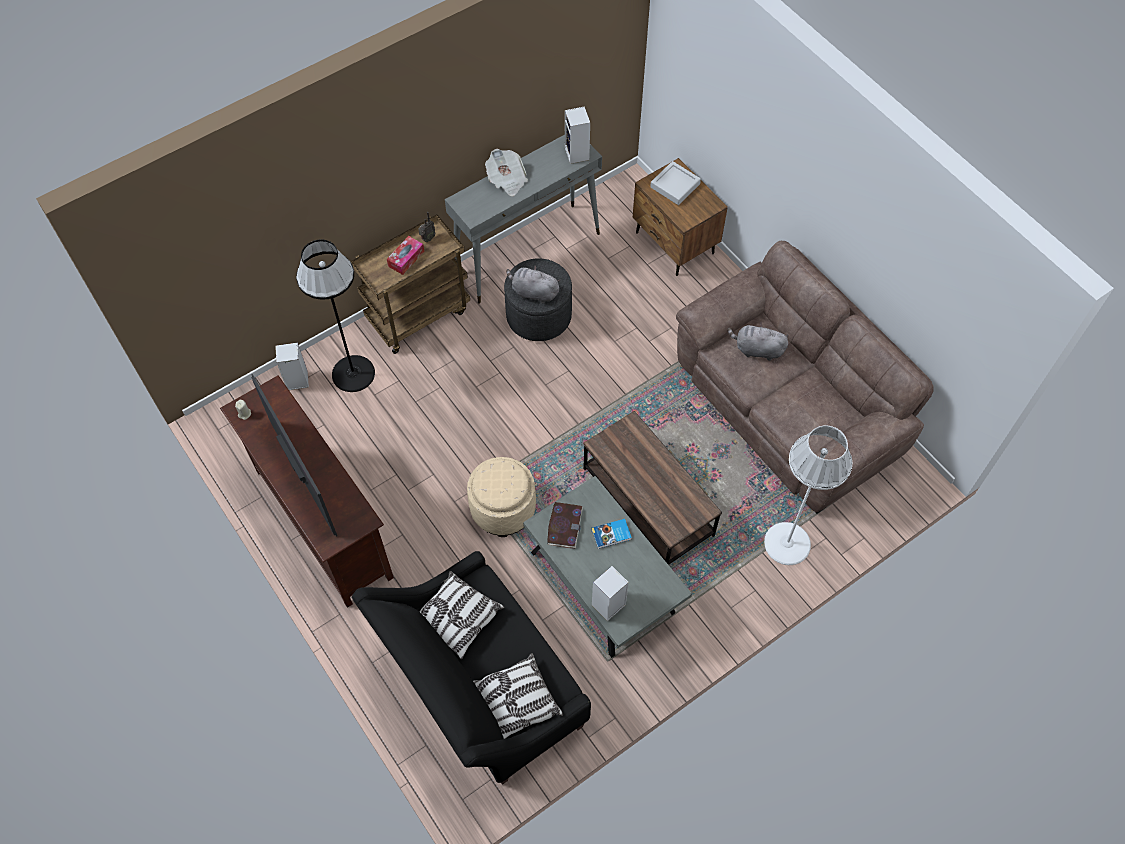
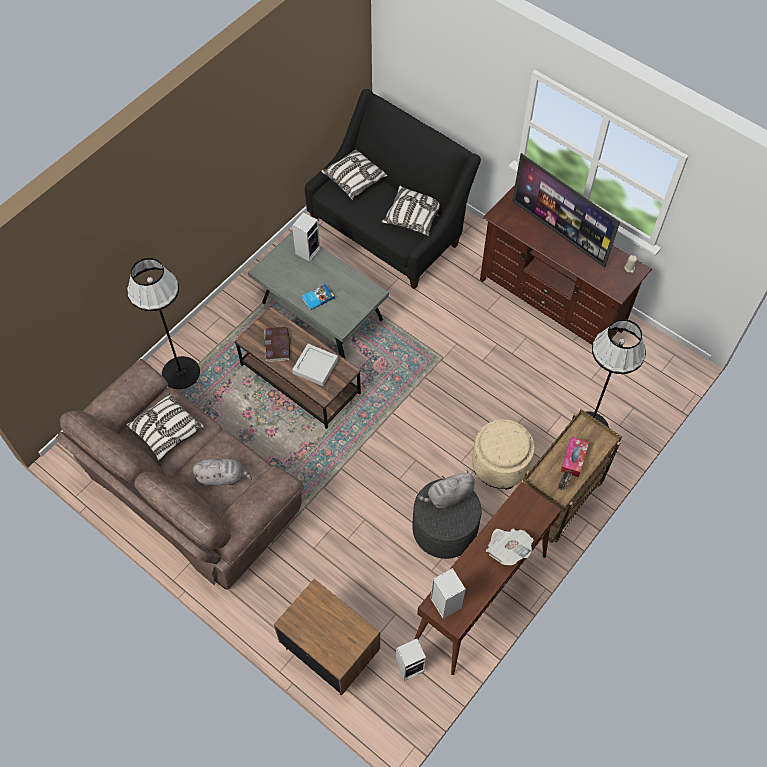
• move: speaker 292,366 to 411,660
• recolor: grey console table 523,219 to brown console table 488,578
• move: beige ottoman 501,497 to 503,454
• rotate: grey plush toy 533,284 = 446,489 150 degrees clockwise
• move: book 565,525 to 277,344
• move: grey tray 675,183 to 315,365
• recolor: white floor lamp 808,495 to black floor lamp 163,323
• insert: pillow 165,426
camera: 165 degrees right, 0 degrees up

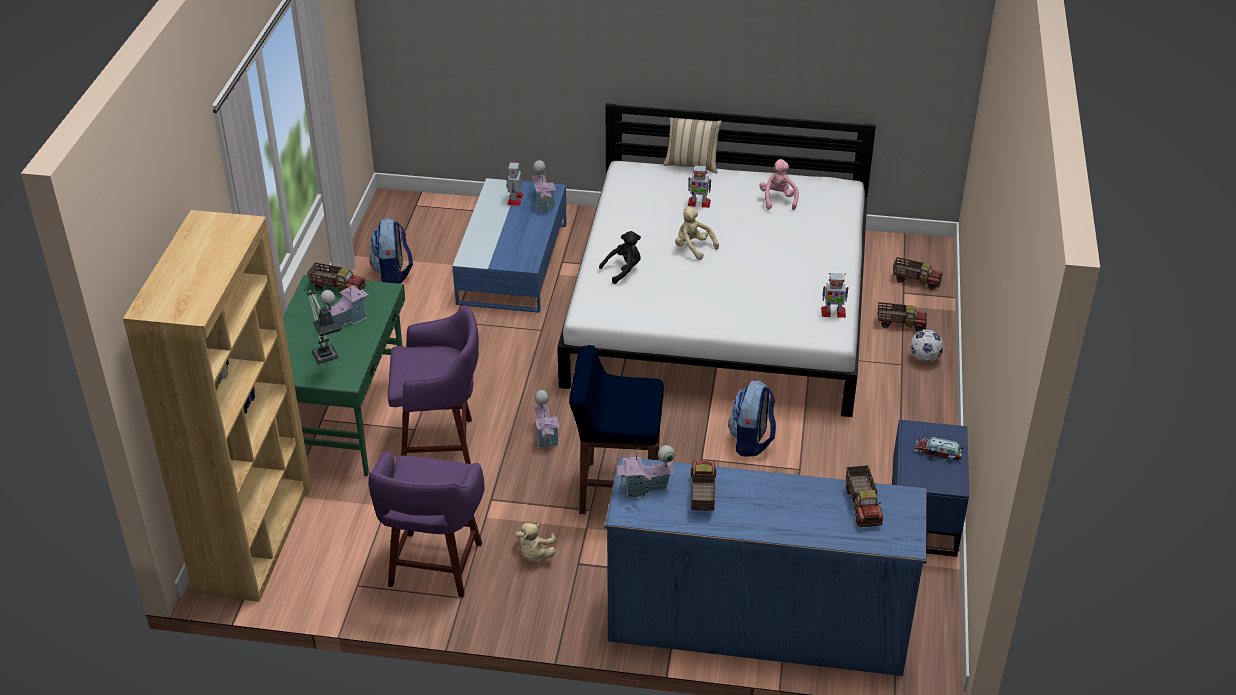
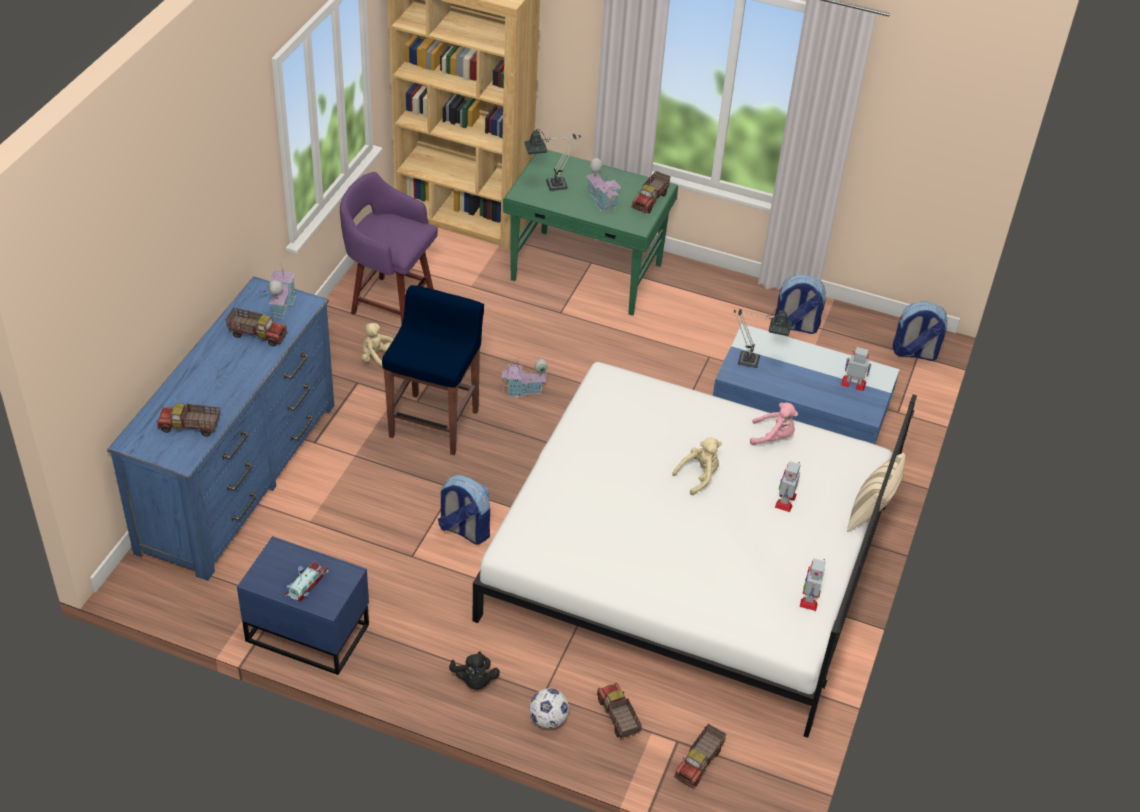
• delete: purple stool 433,384
• delete: toy house 544,186
• move: black plush toy 620,257 to 474,670
• move: pink plush toy 779,184 to 774,424
• move: toy robot 835,295 to 813,585
• rotate: toy truck 902,317 = 619,710 135 degrees clockwise
• insert: table lamp 763,337
• insert: backpack 920,331
camera: 100 degrees right, 5 degrees up

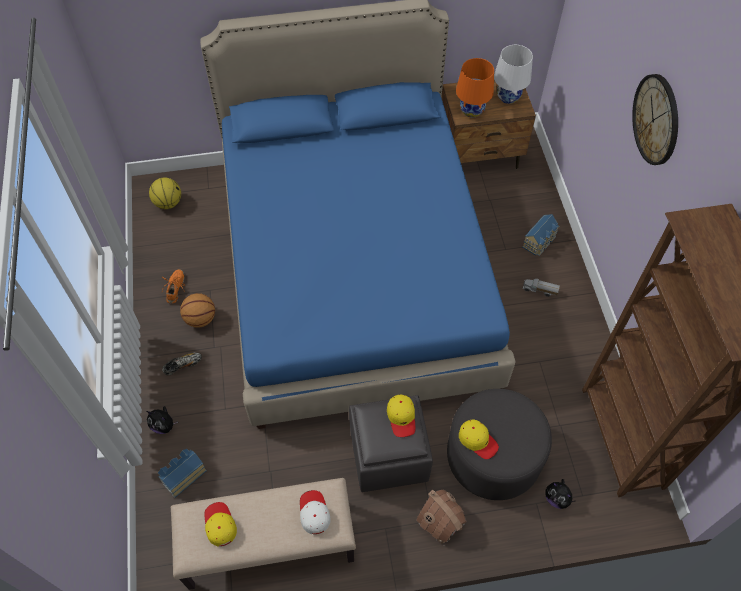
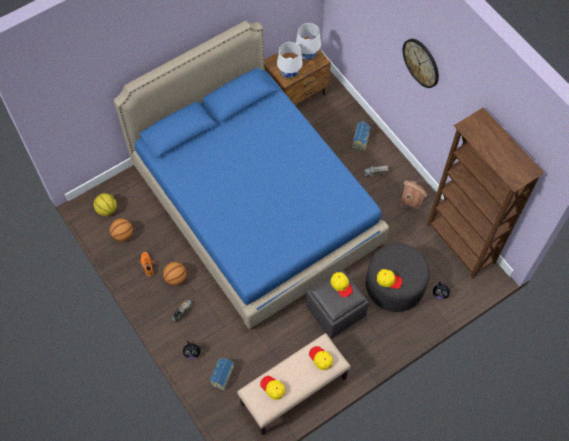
• recolor: white cap 315,512 to yellow cap 321,358
• move: toy house 441,517 to 413,195
• recolor: orange table lamp 475,87 to white table lamp 290,60
• insert: basketball 121,229
camera: 25 degrees left, 5 degrees up

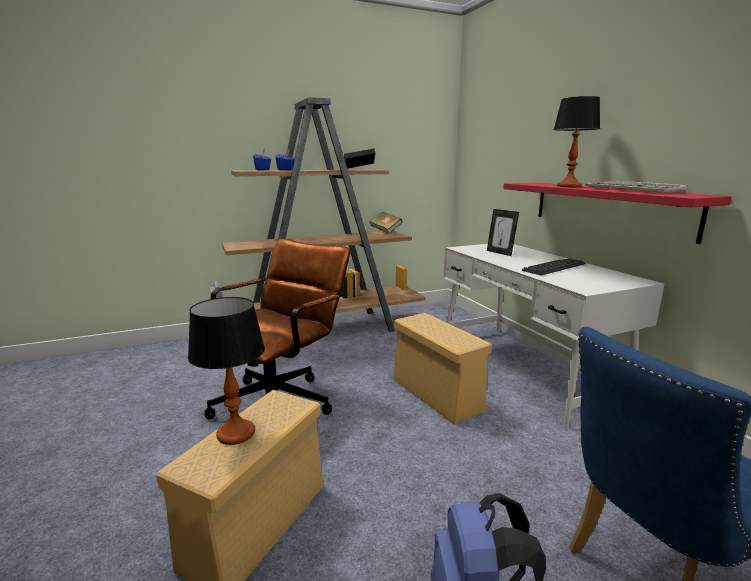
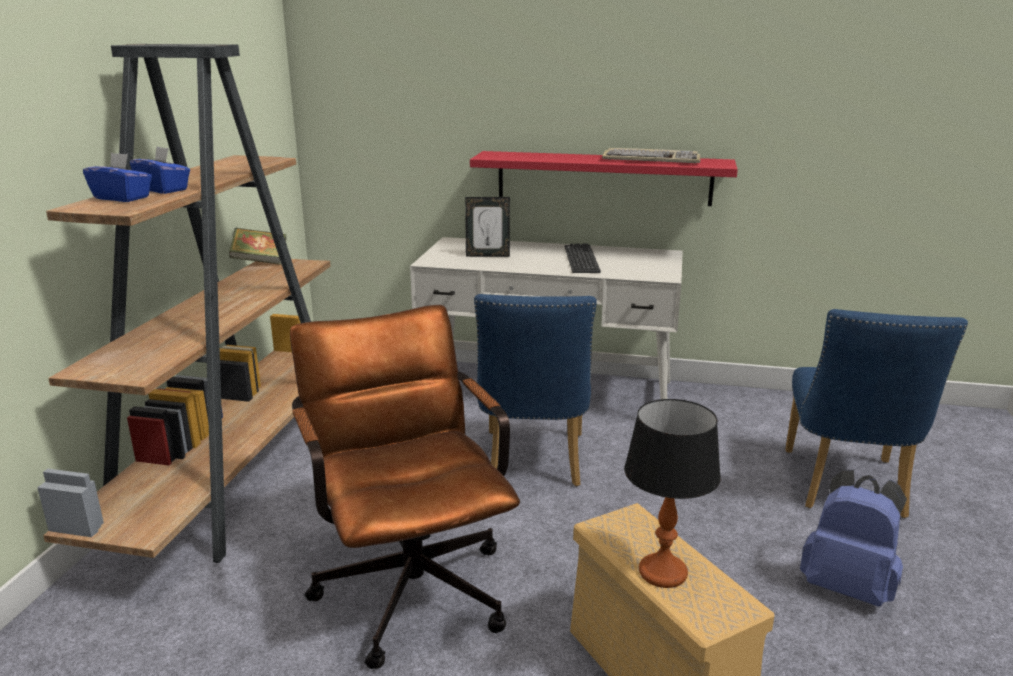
• delete: book 359,158
• replace: beige storage box 443,368 to blue chair 535,390
• delete: table lamp 576,141
camera: 55 degrees left, 5 degrees up

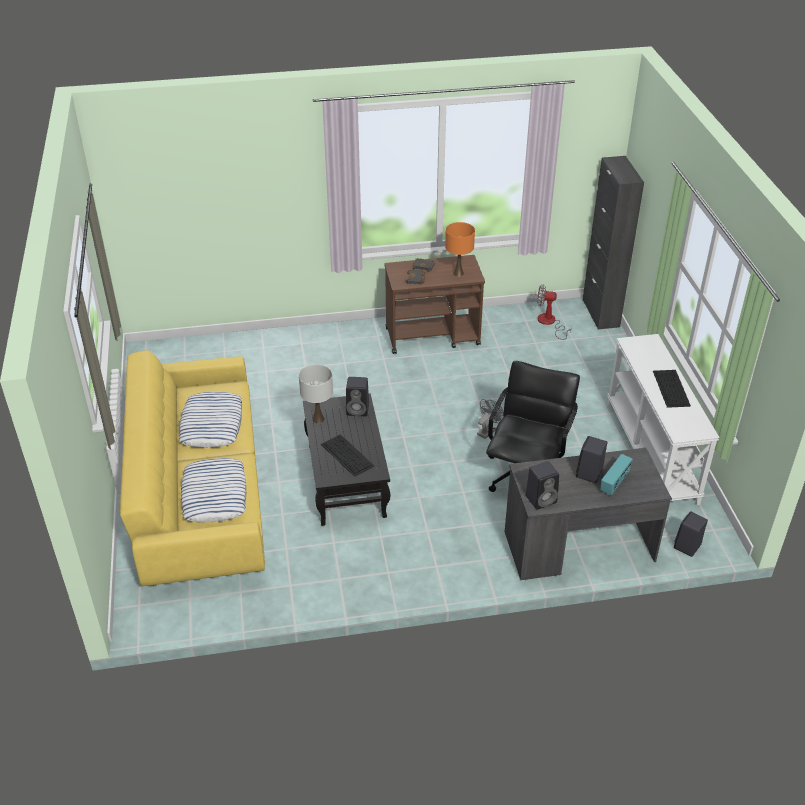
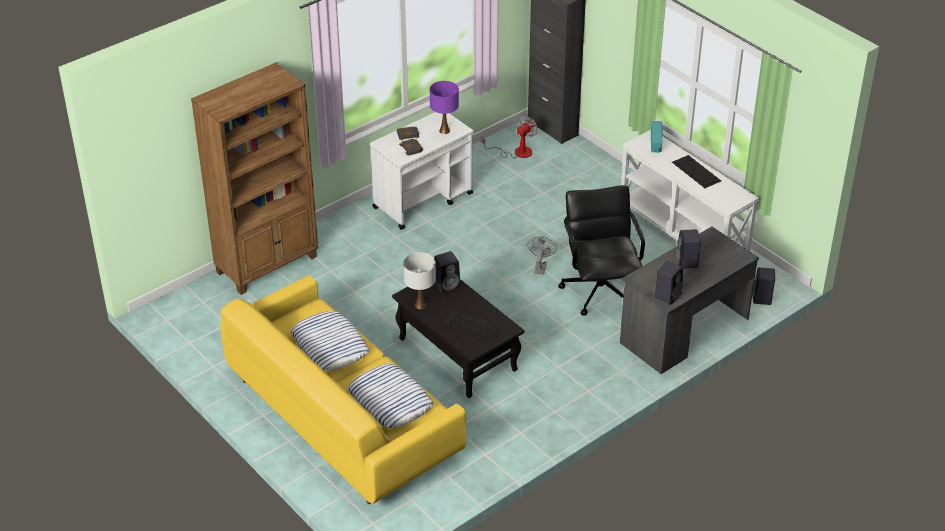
• recolor: brown cart 435,304 to white cart 422,171
• recolor: orange table lamp 460,249 to purple table lamp 444,107
• rotate: fan 554,312 = 509,137 150 degrees clockwise
• move: radio 616,474 to 657,137
• insert: brown bookcase 254,179
camera: 30 degrees left, 0 degrees up

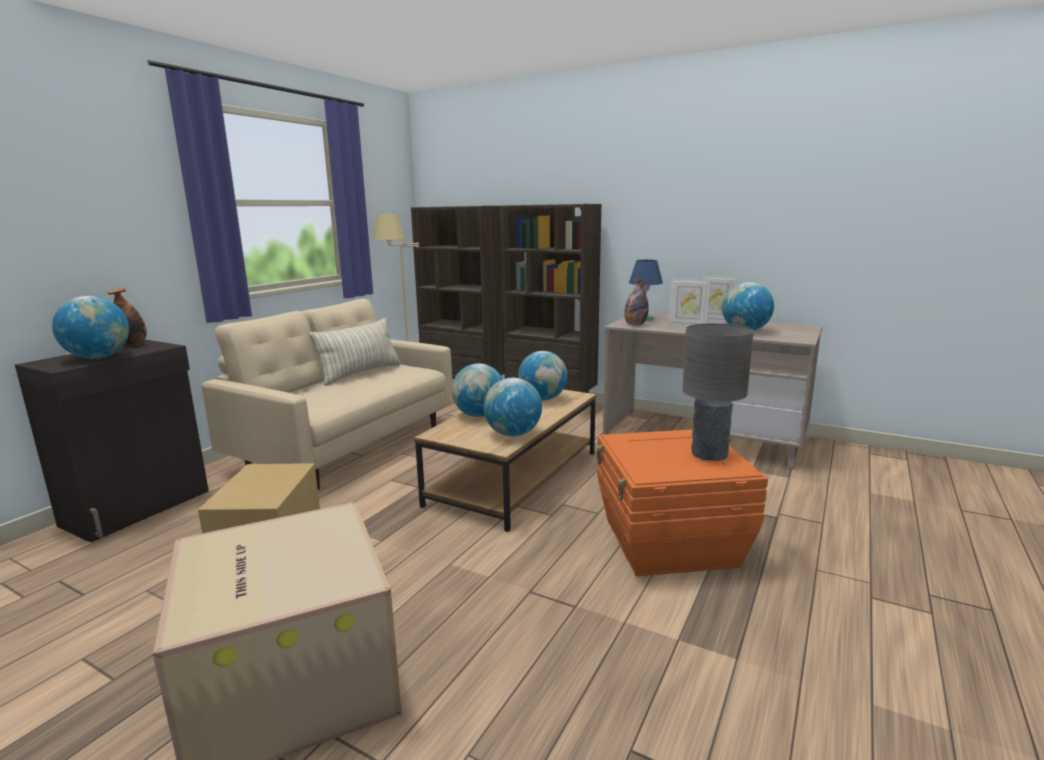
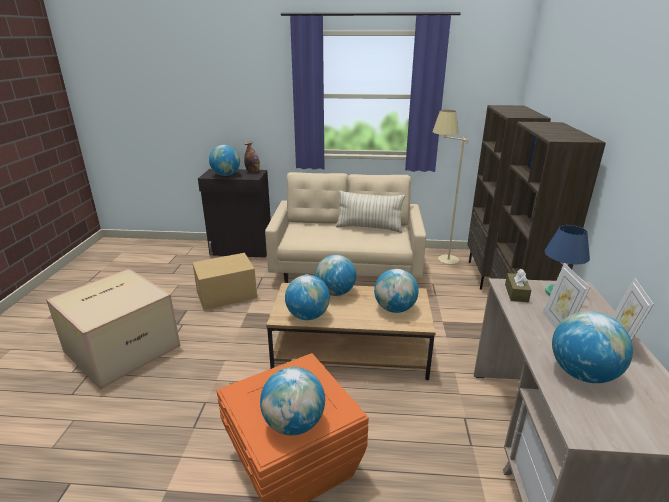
• replace: bottle 636,302 to brown tissue box 518,285
• replace: grey table lamp 718,392 to globe 292,401
camera: 65 degrees right, 10 degrees up

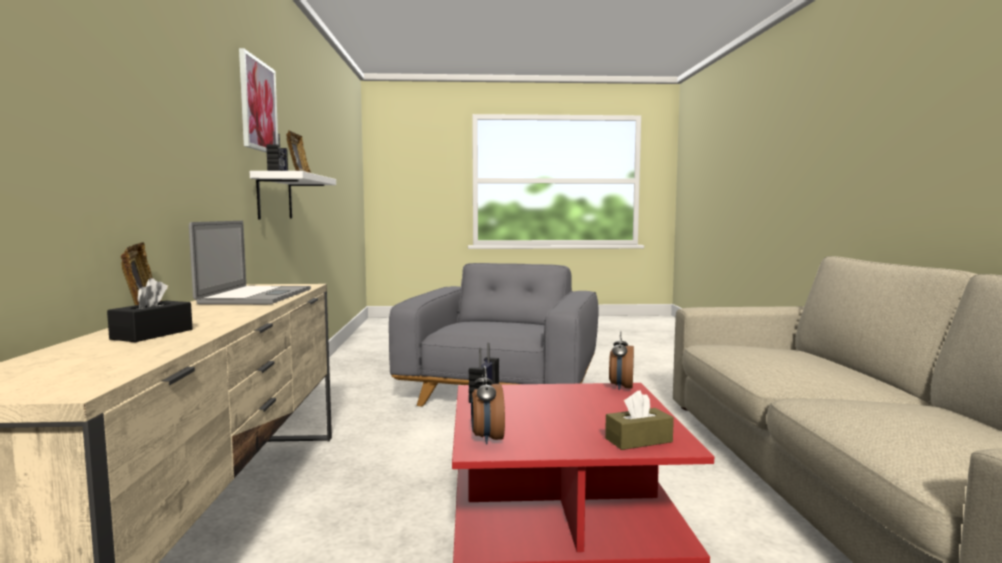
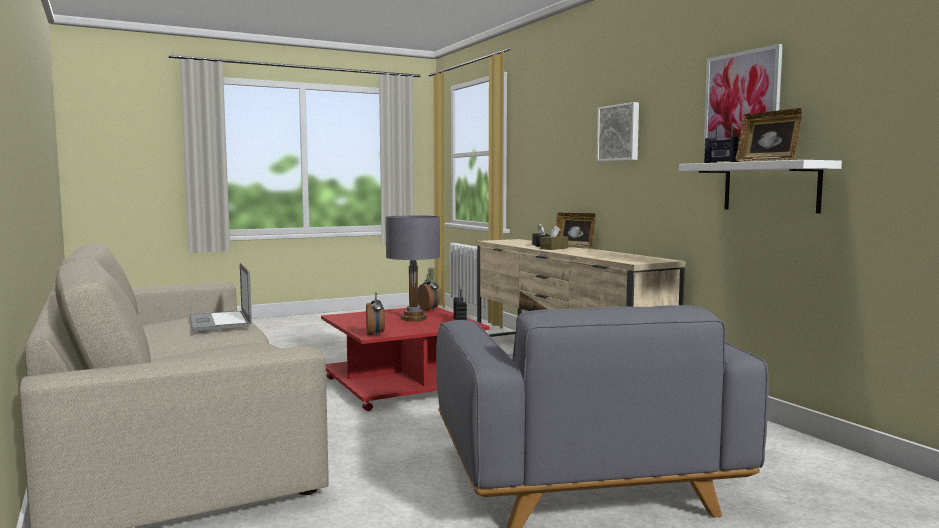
• move: laptop 250,262 to 220,297
• move: brown tissue box 639,420 to 554,237
• insert: grey table lamp 412,268
• insert: picture 618,132
camera: 155 degrees right, 0 degrees up

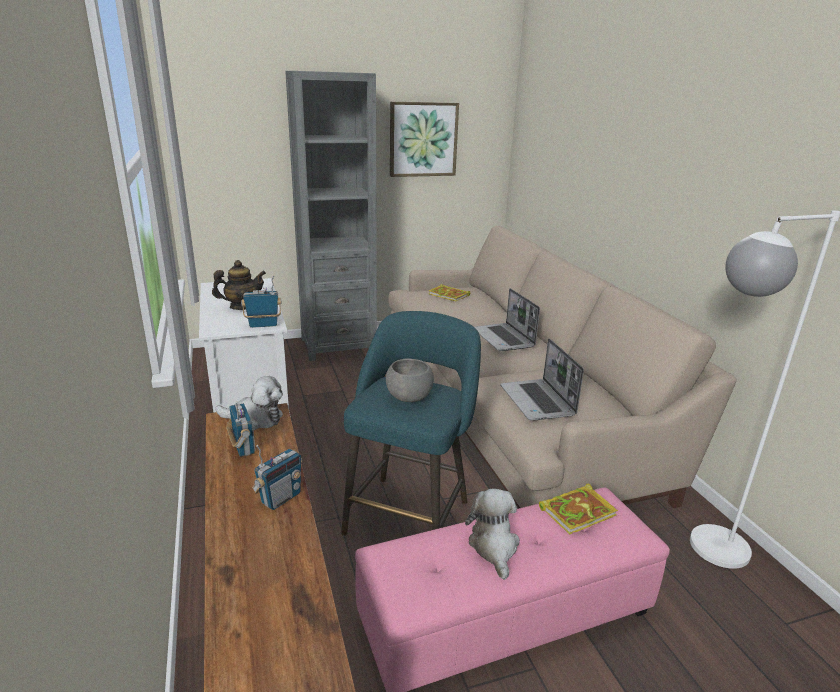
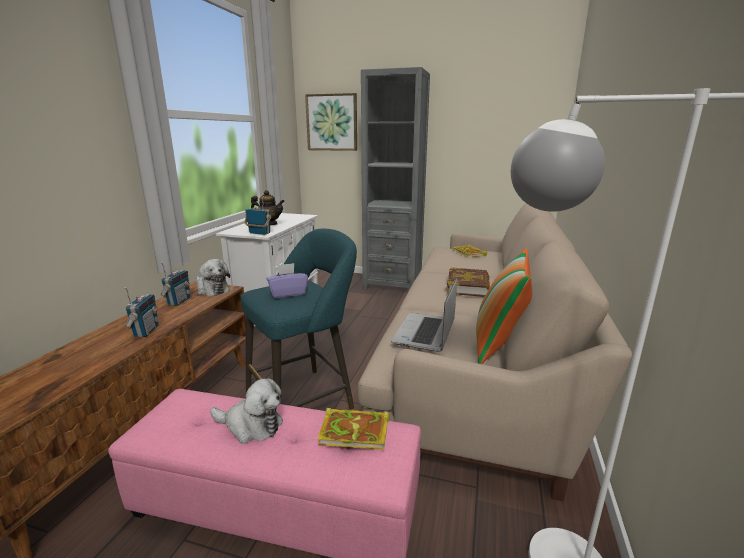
• rotate: radio 277,477 = 141,312 75 degrees counterclockwise
• replace: grey bowl 410,380 to purple tissue box 287,280
• move: picture 424,139 to 331,122
• rotate: plush toy 492,534 = 246,411 75 degrees clockwise
• replace: laptop 507,319 to book 468,282
• insert: pillow 504,306
camera: 35 degrees right, 5 degrees down

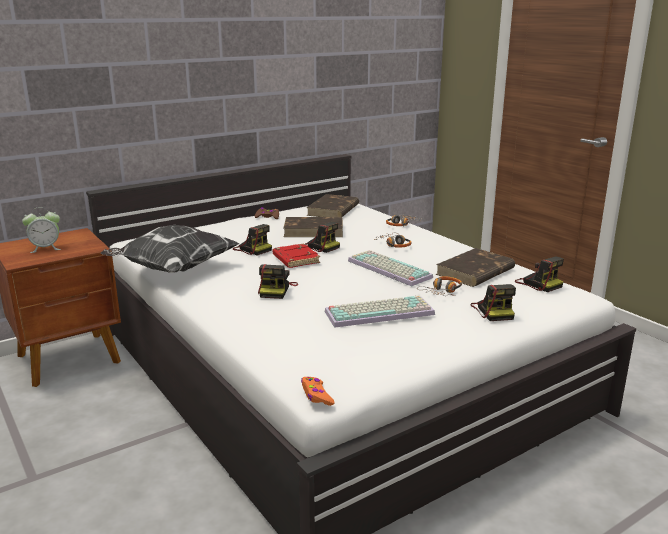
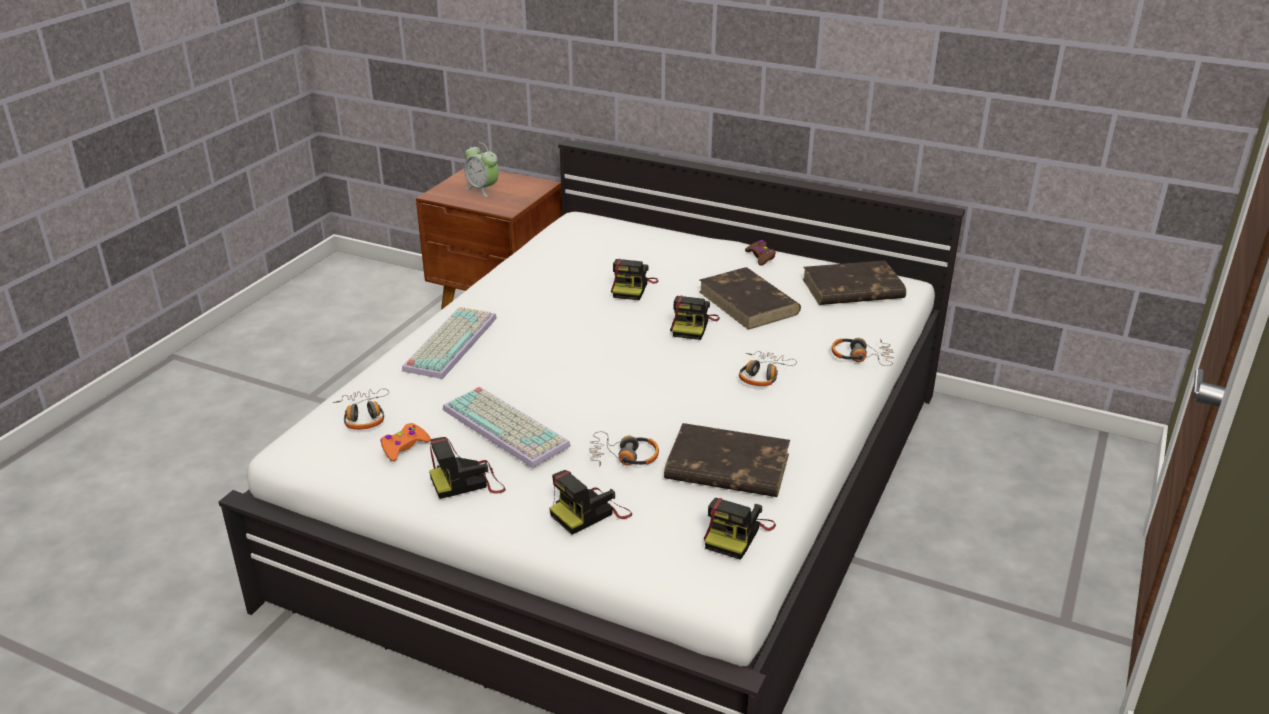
• delete: pillow 170,249
• move: photo camera 278,281 to 467,468
• delete: red book 296,255
• move: orange game controller 318,391 to 405,442
• move: keyboard 390,268 to 449,343
• insert: headphones 361,409
camera: 60 degrees right, 10 degrees up

